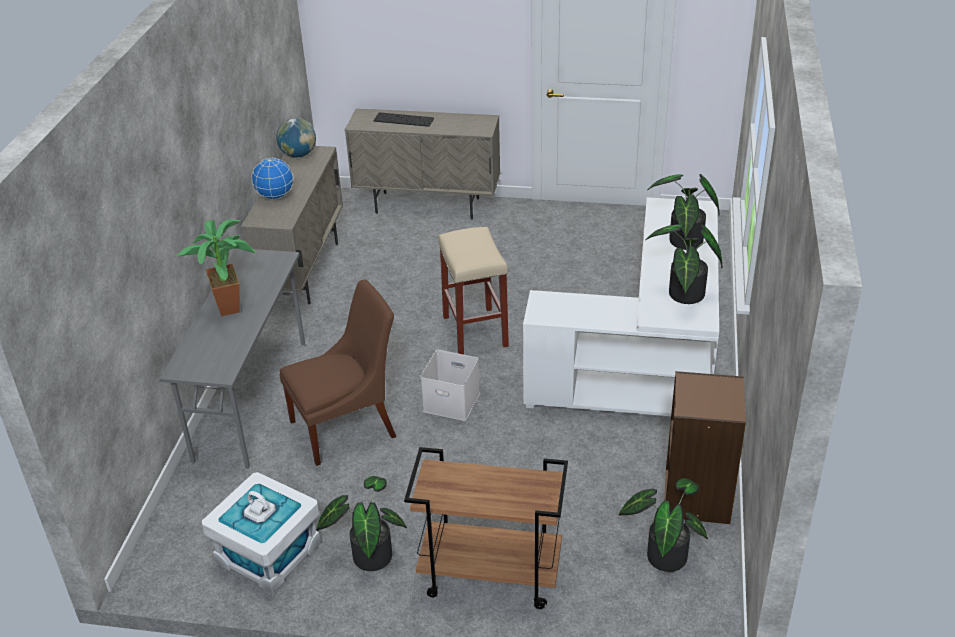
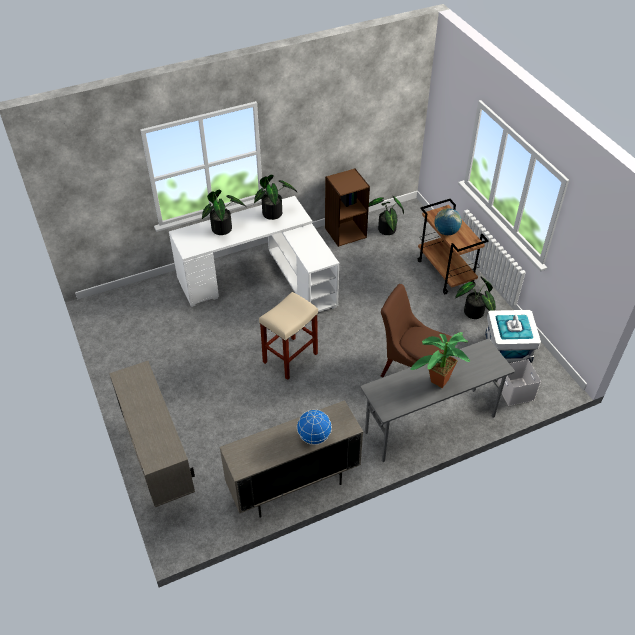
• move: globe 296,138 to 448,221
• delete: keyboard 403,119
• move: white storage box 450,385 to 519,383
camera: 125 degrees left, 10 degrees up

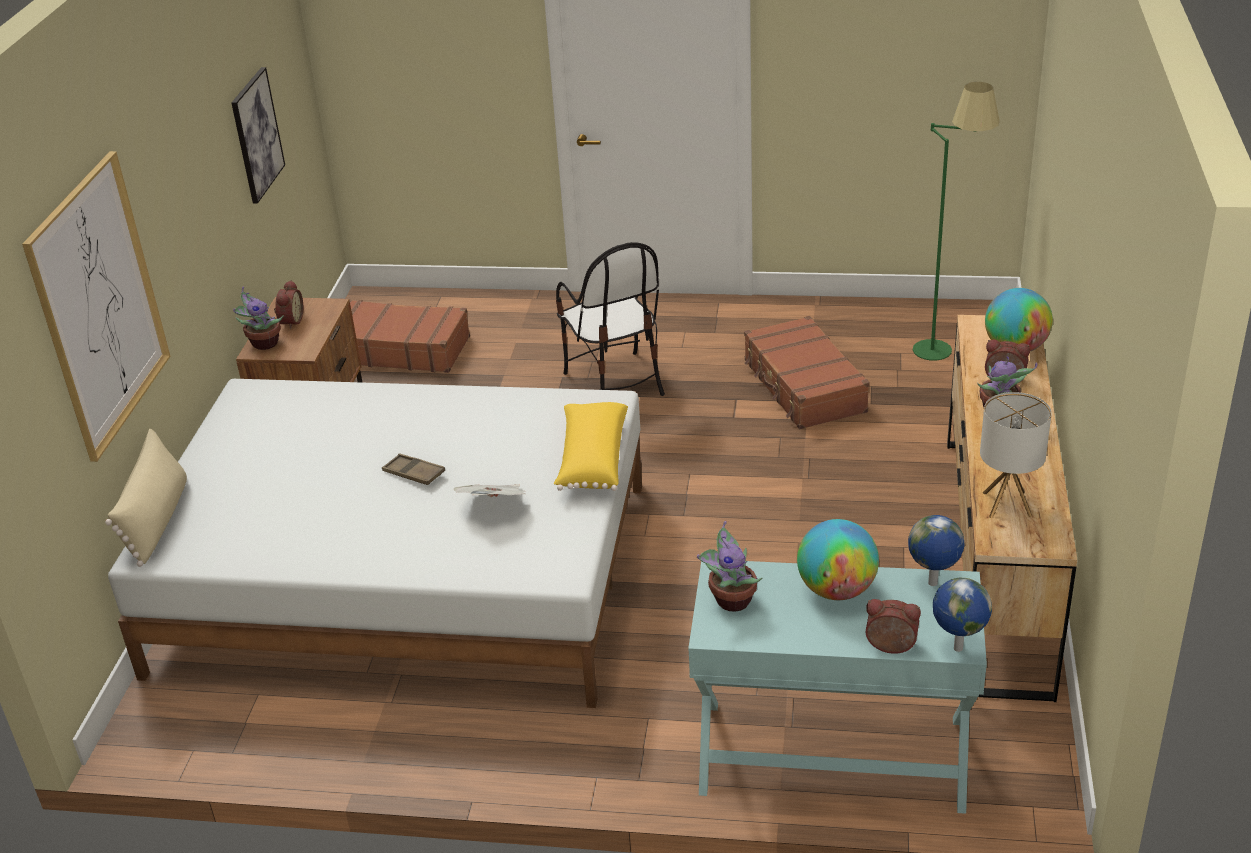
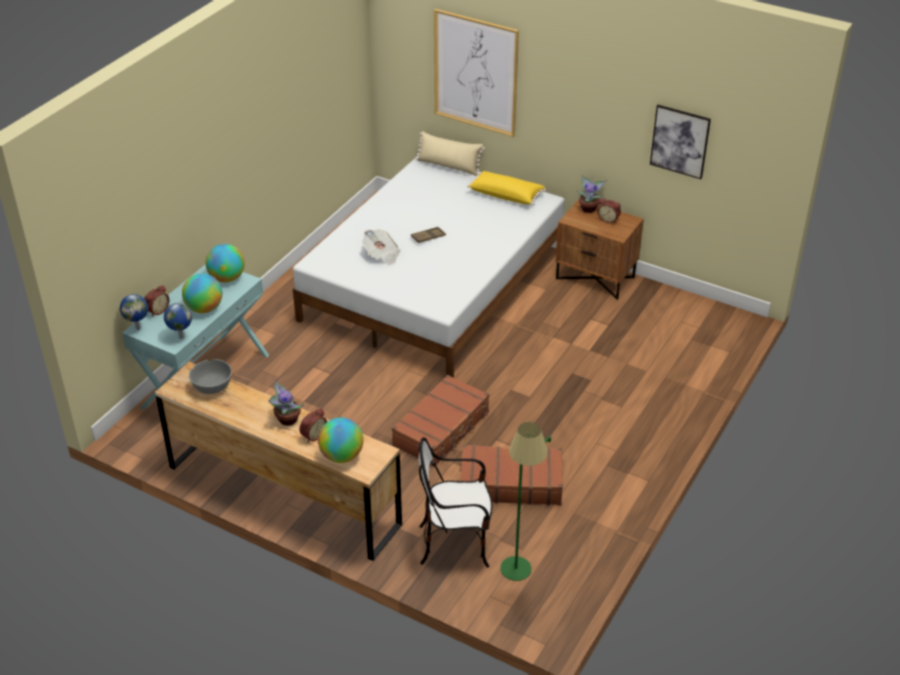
• move: brown suitcase 410,336 to 440,421
• move: yellow pillow 591,446 to 506,188
• move: chair 610,319 to 456,502
• replace: potted plant 730,566 to globe 225,263
• replace: table lamp 1016,455 to grey bowl 210,376
camera: 110 degrees right, 5 degrees up

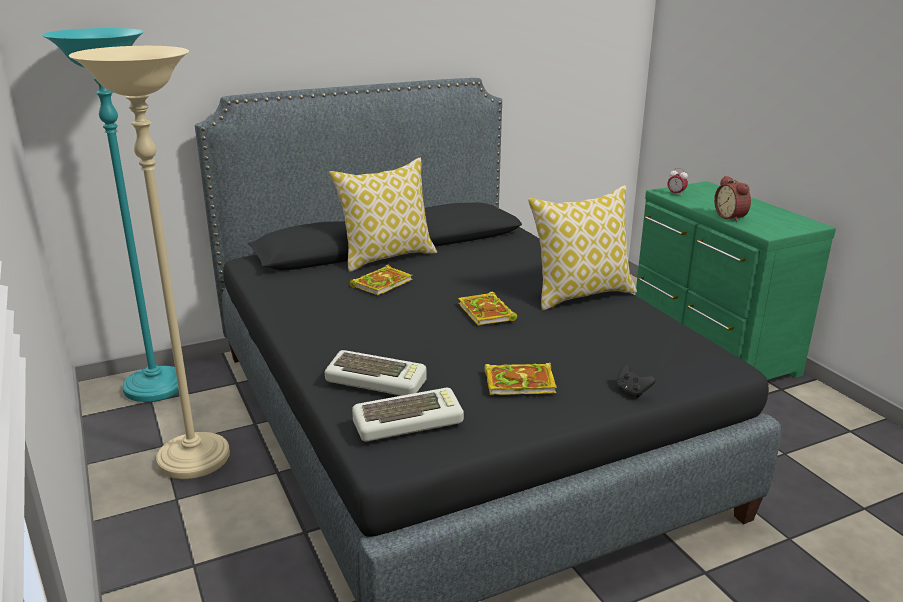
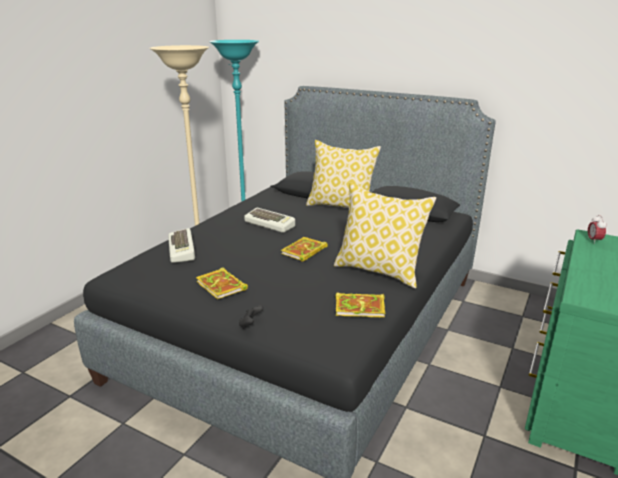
• move: book 381,279 to 360,304
• move: keyboard 408,414 to 269,220
• delete: alarm clock 732,199
camera: 55 degrees right, 0 degrees up

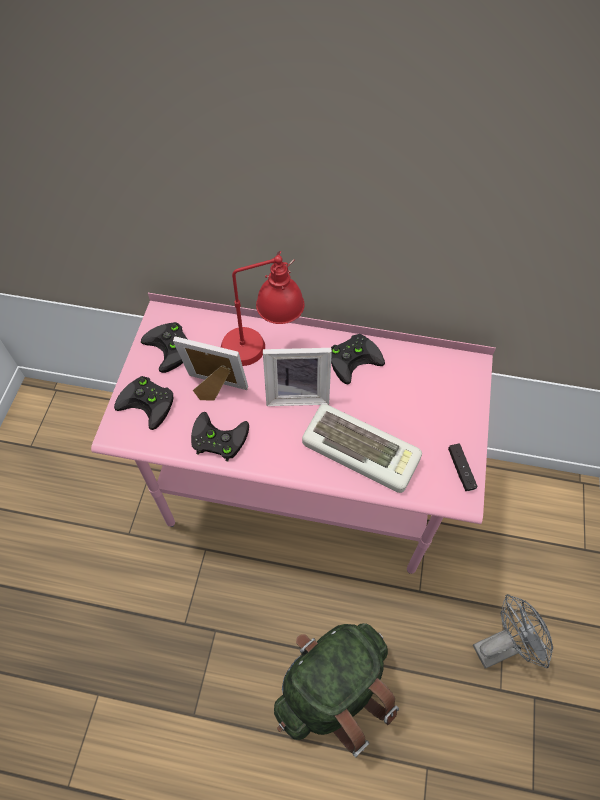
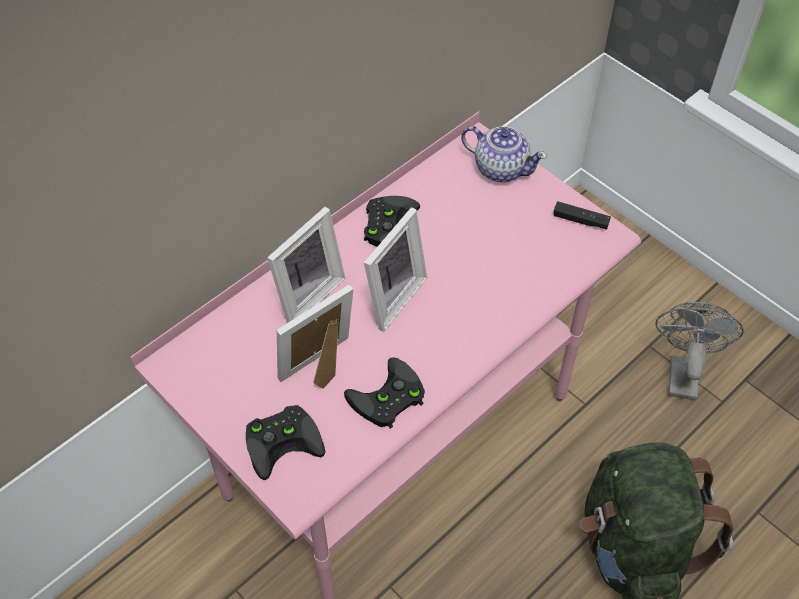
• delete: black game controller 164,347
• replace: red table lamp 262,308 to picture frame 306,265
• delete: keyboard 362,448
• insert: teapot 504,154
camera: 55 degrees left, 5 degrees down

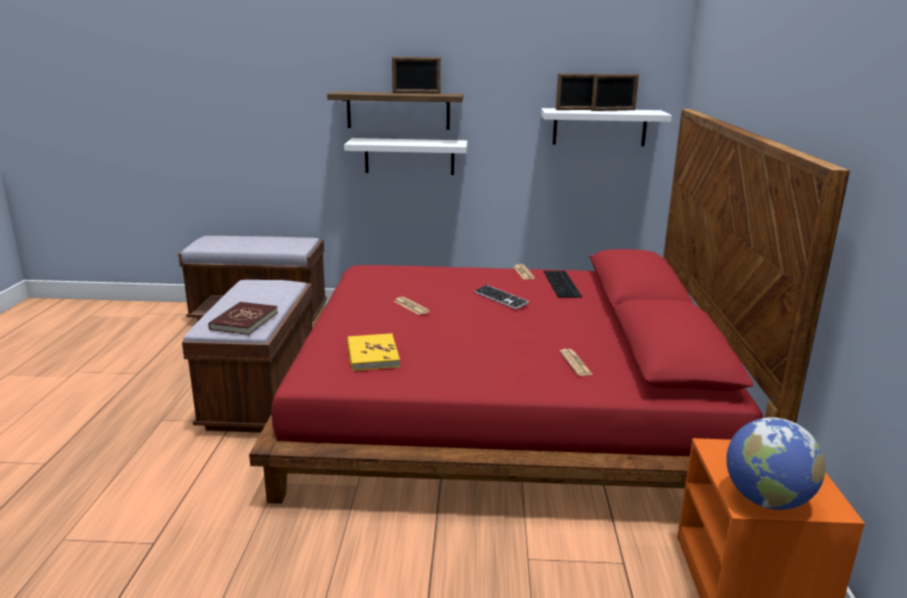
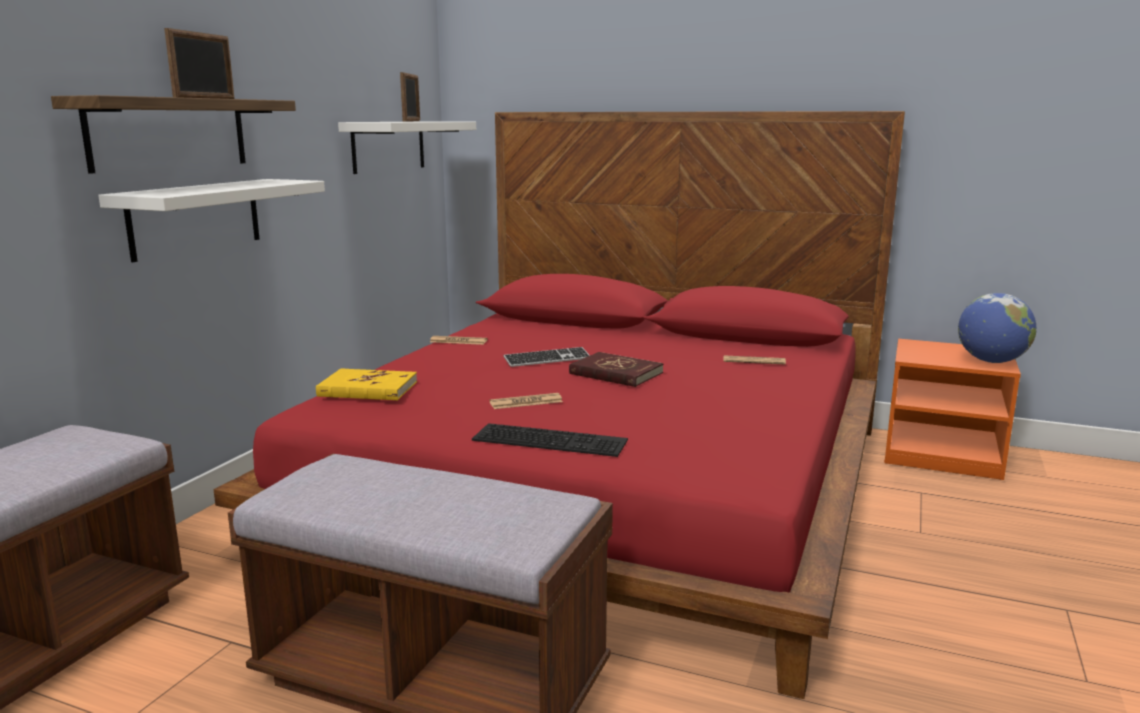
• move: red book 243,318 to 616,369
• move: yellow book 373,352 to 366,384
• move: keyboard 563,284 to 550,440
• delete: picture frame 575,92
camera: 70 degrees left, 5 degrees down

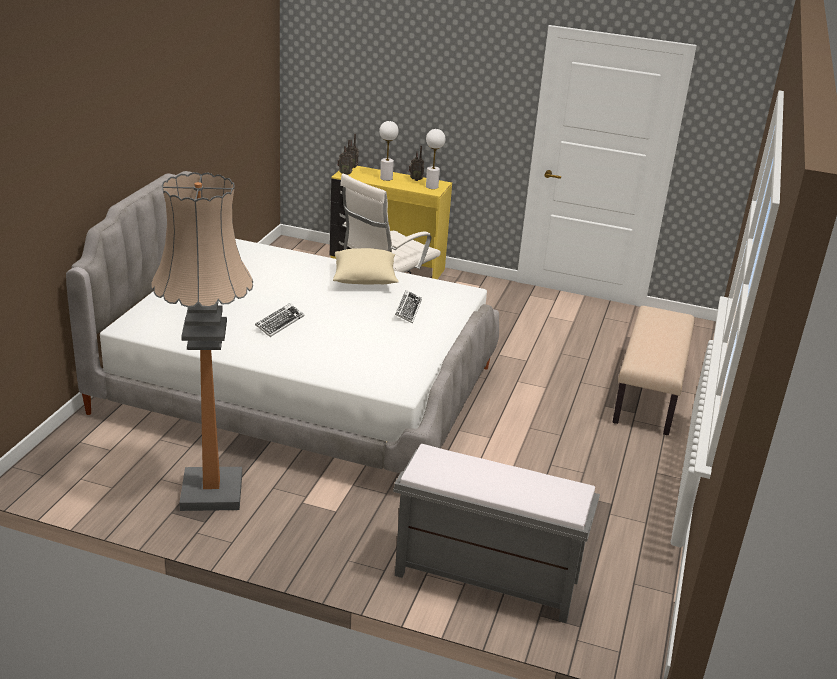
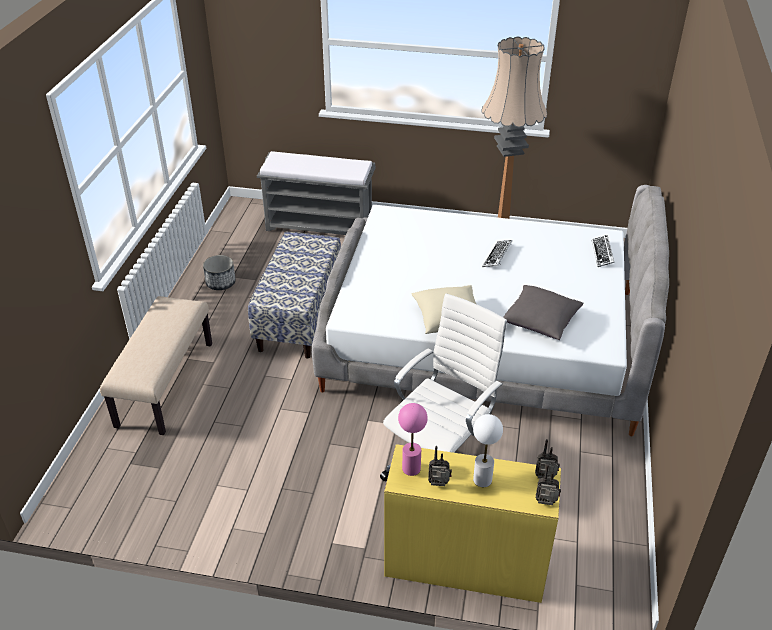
• move: keyboard 408,307 to 603,251
• recolor: white table lamp 435,159 to pink table lamp 413,439
• insert: planter 219,272
• insert: bench 294,295
• insert: grey pillow 543,312
camera: 175 degrees right, 10 degrees up

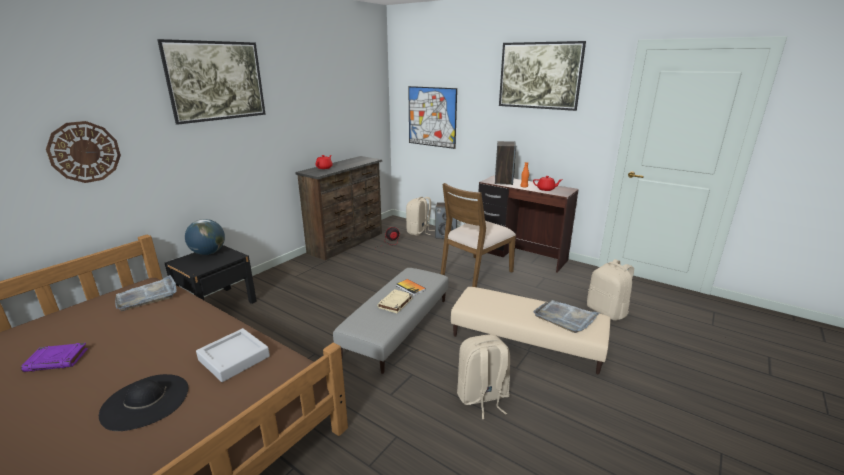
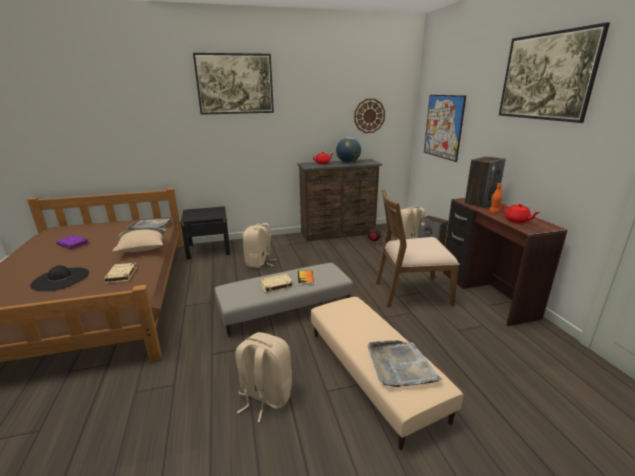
• move: wall clock 83,152 to 369,116
• move: globe 205,237 to 348,150
• replace: grey tray 233,355 to beige book 120,273
• move: beige backpack 610,290 to 260,245
• insert: beige pillow 139,239
camera: 40 degrees right, 0 degrees up

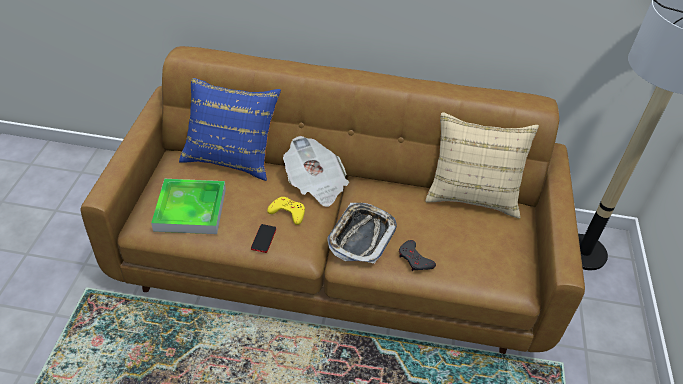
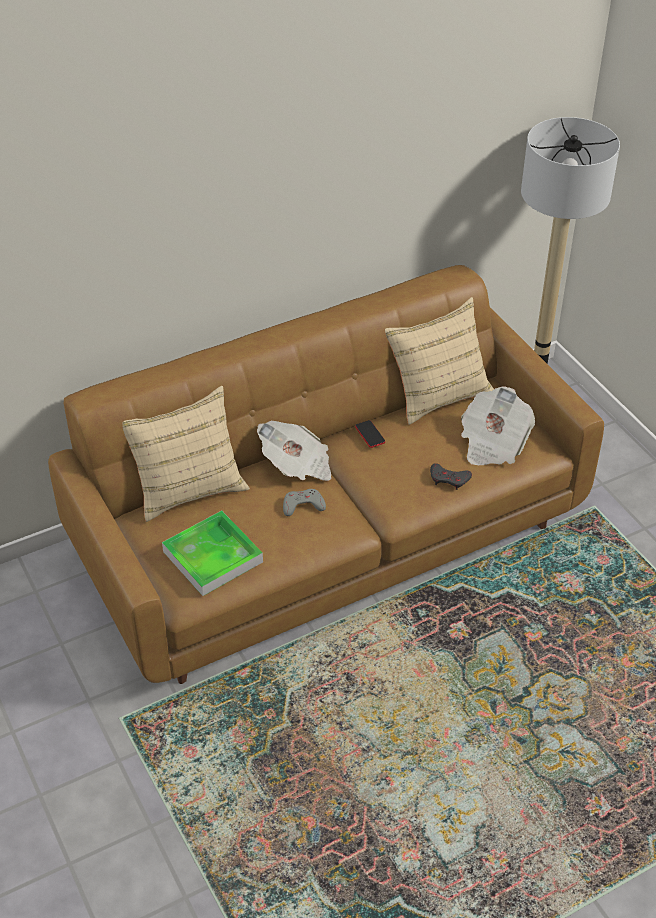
• recolor: blue pillow 230,129 to beige pillow 186,454
• move: phone 263,238 to 370,434
• recolor: yellow game controller 286,211 to grey game controller 304,502
• delete: tray 362,233
• insert: newspaper 498,425
camera: 35 degrees left, 0 degrees up

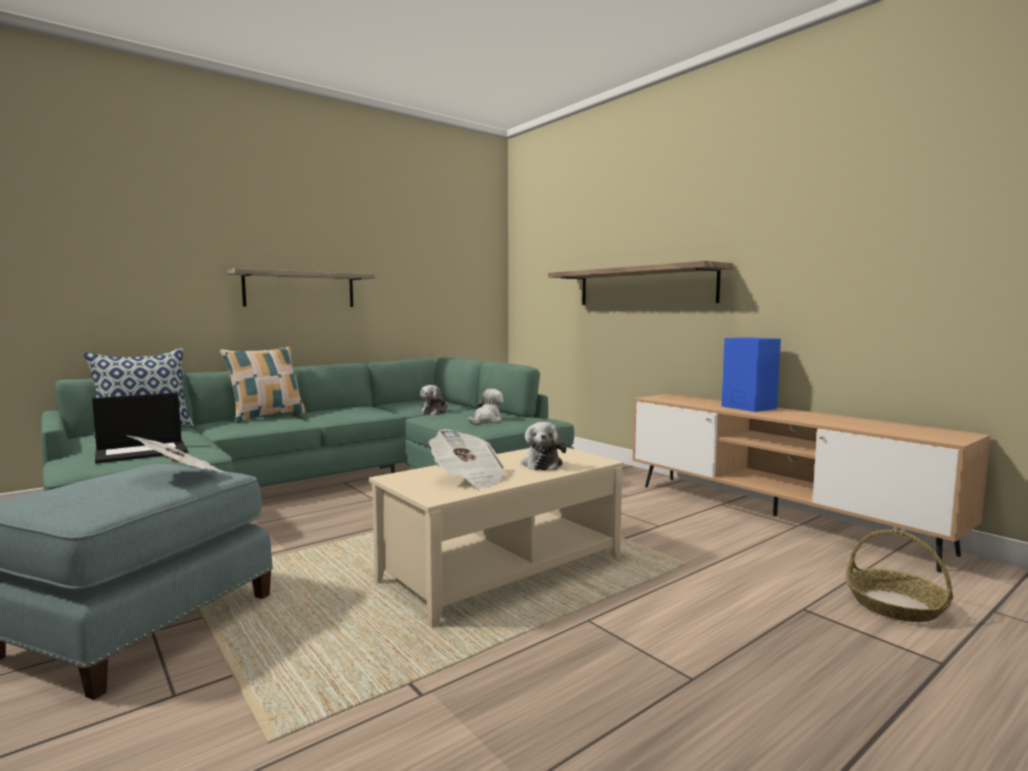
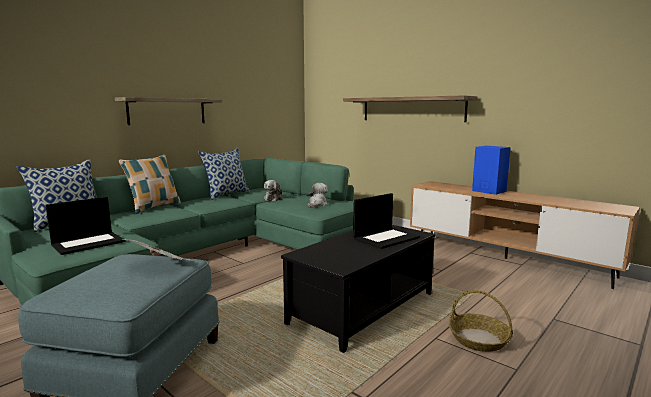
• recolor: beige coffee table 496,538 to black coffee table 358,289
• delete: newspaper 468,459
• replace: plush toy 544,446 to laptop 386,221
• move: basket 899,576 to 481,321
• insert: pillow 224,174
camera: 10 degrees left, 5 degrees up

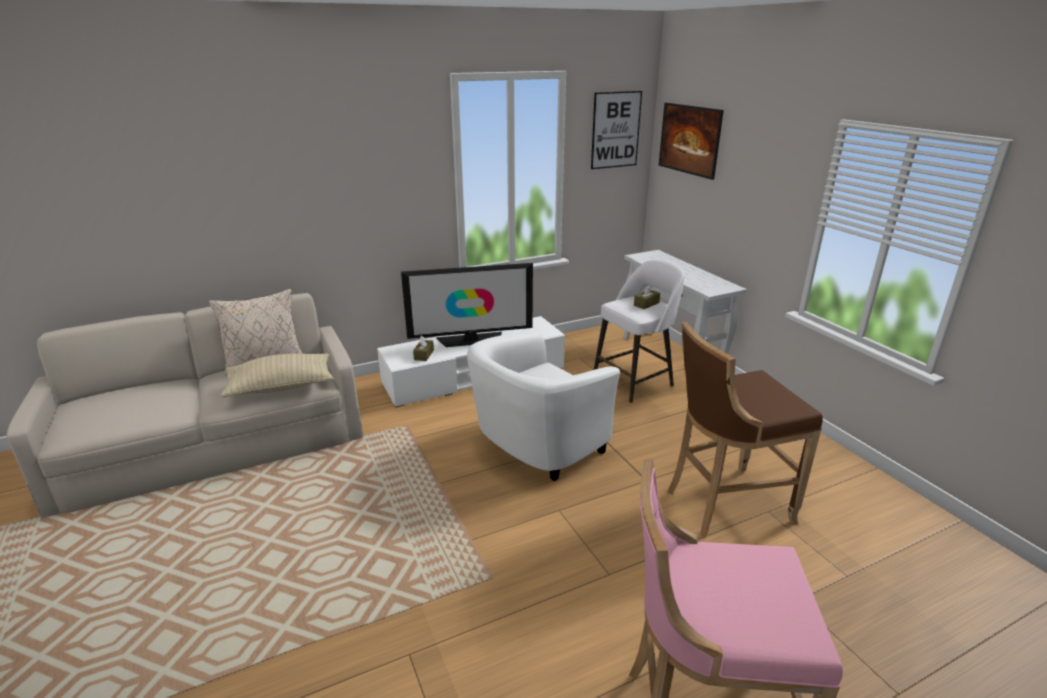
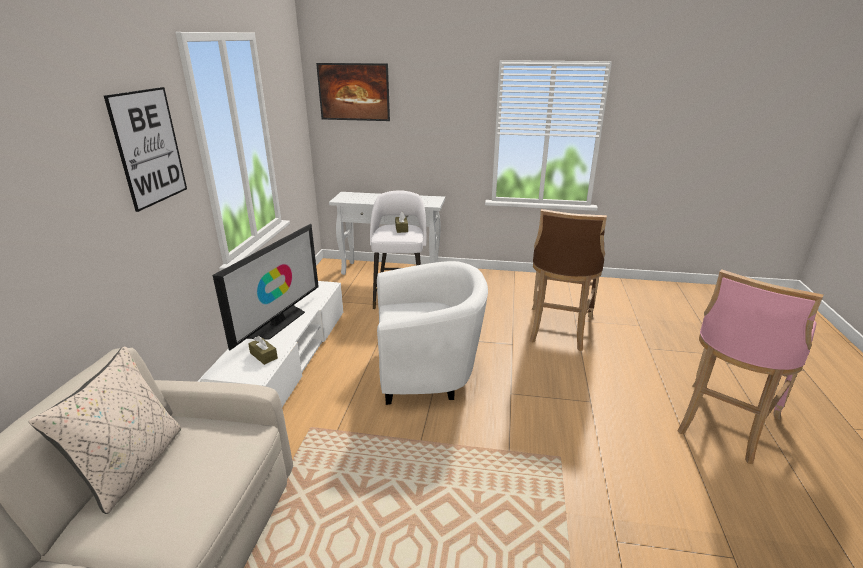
• delete: beige pillow 277,375
• rotate: white armchair 543,405 = 432,333 90 degrees counterclockwise
• move: picture 616,130 to 145,149
camera: 55 degrees left, 0 degrees up

